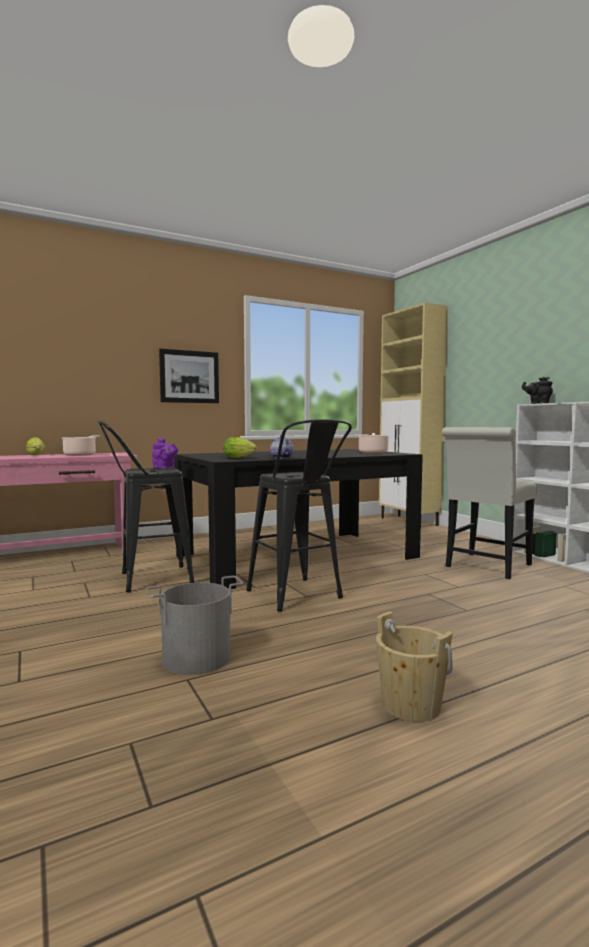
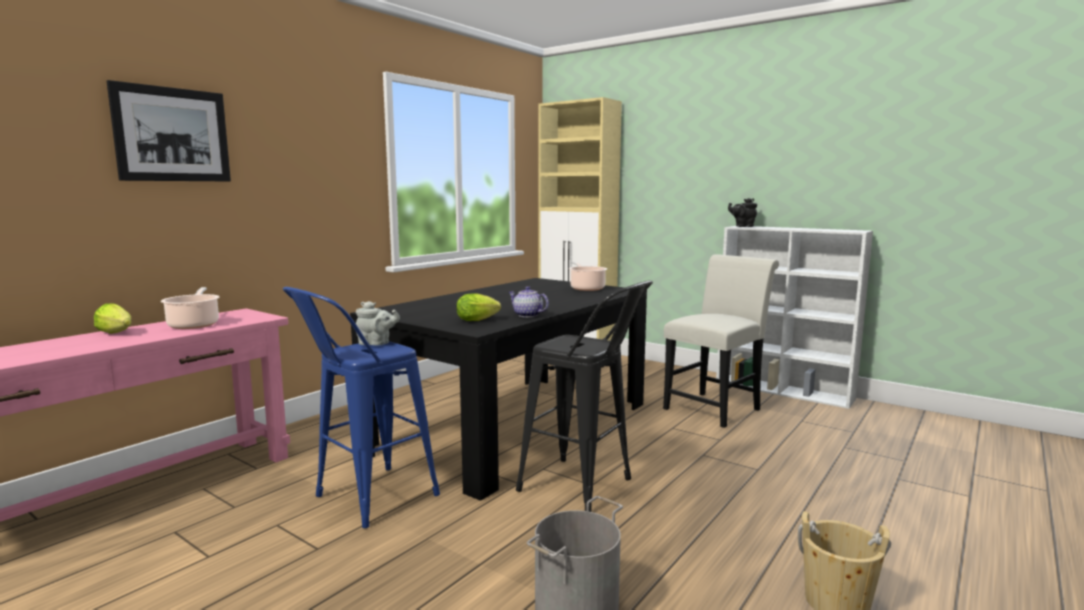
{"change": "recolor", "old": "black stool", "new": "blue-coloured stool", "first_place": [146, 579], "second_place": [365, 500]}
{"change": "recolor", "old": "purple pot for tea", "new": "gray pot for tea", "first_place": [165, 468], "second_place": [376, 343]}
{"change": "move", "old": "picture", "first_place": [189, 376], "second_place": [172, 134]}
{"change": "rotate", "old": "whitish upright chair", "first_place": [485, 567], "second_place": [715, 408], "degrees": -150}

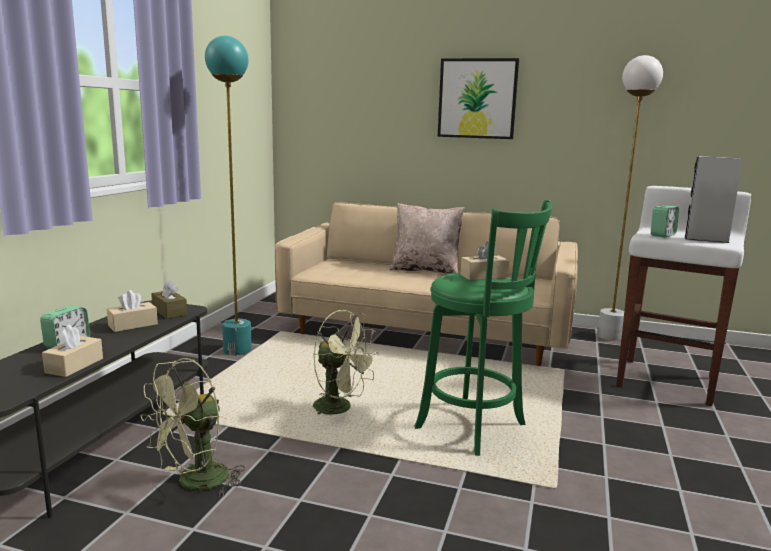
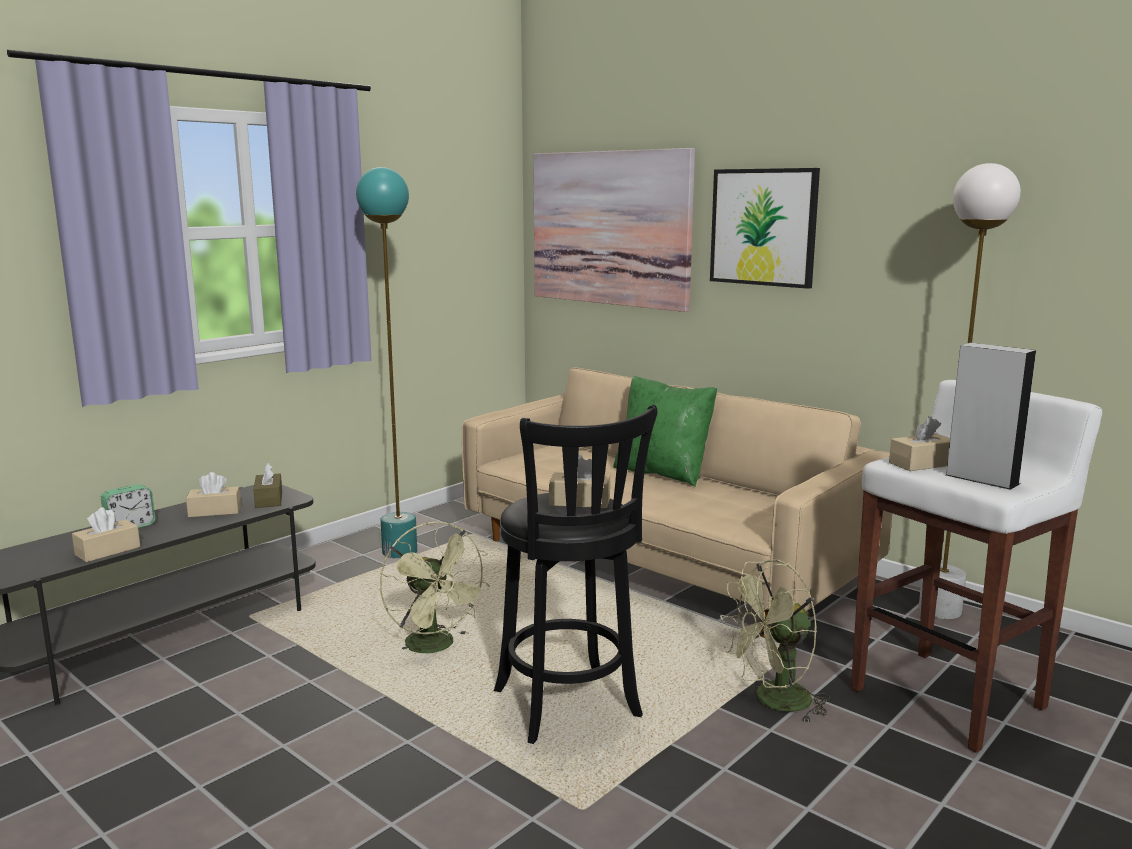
{"change": "move", "old": "greenish cooling fan", "first_place": [195, 483], "second_place": [773, 702]}
{"change": "recolor", "old": "beige-coloured cushion", "new": "greenish cushion", "first_place": [425, 270], "second_place": [663, 473]}
{"change": "recolor", "old": "greenish stool", "new": "black stool", "first_place": [475, 429], "second_place": [569, 708]}
{"change": "replace", "old": "alarm clock", "new": "beige-coloured tissue box", "first_place": [662, 235], "second_place": [922, 464]}
{"change": "insert", "new": "picture", "second_place": [610, 228]}

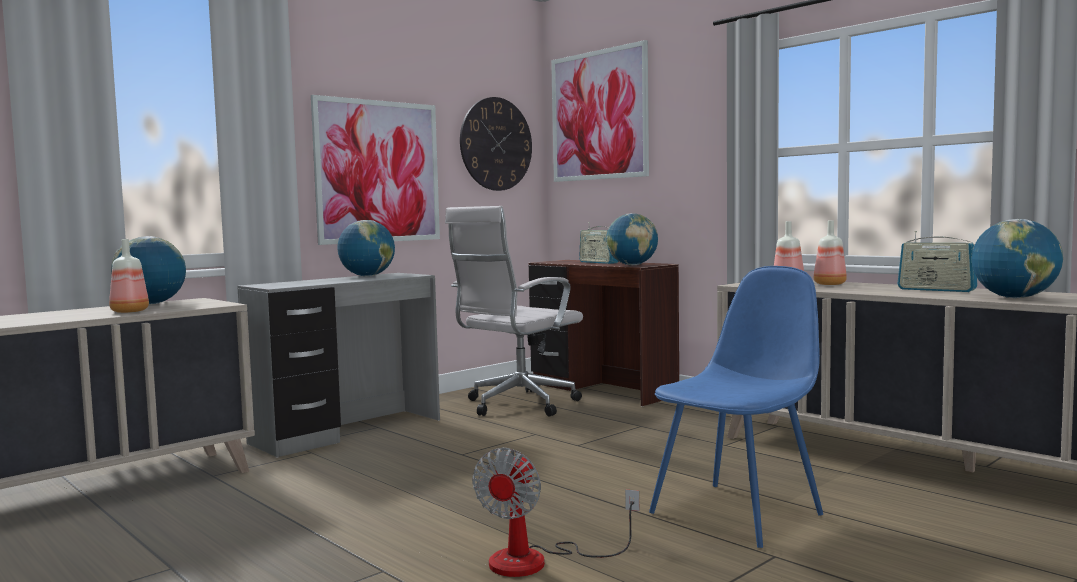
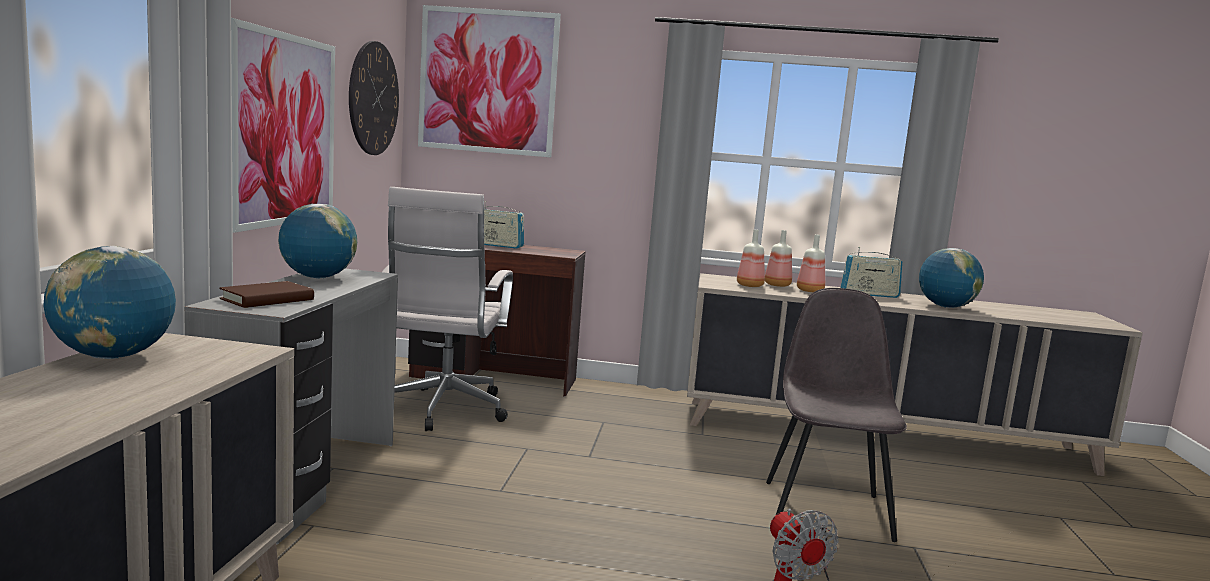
{"change": "move", "old": "bottle", "first_place": [129, 311], "second_place": [810, 291]}
{"change": "delete", "old": "world globe", "first_place": [632, 265]}
{"change": "recolor", "old": "blue-coloured upright chair", "new": "gray upright chair", "first_place": [738, 512], "second_place": [826, 508]}
{"change": "insert", "new": "brownish book", "second_place": [267, 299]}

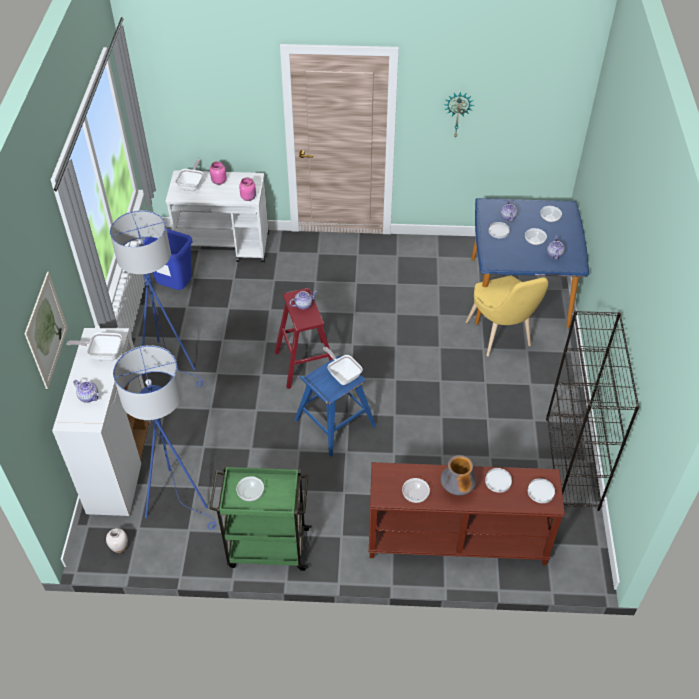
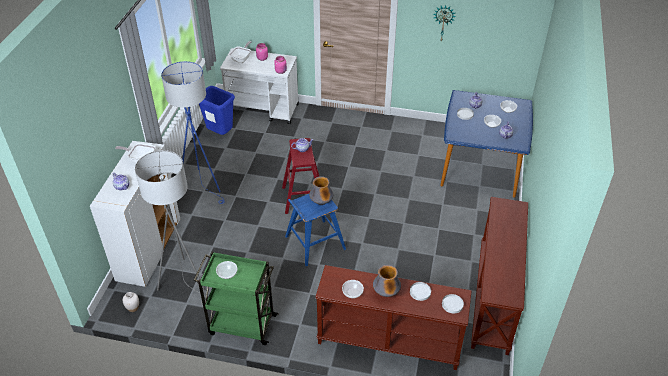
{"change": "delete", "old": "picture", "first_place": [46, 330]}
{"change": "recolor", "old": "blue-coloured standard lamp", "new": "gray standard lamp", "first_place": [179, 499], "second_place": [185, 280]}
{"change": "replace", "old": "pan", "new": "flower vase", "first_place": [342, 374], "second_place": [321, 202]}
{"change": "delete", "old": "yellow-coloured upright chair", "first_place": [500, 337]}
{"change": "replace", "old": "black bookshelf", "new": "brownish console table", "first_place": [572, 463], "second_place": [494, 297]}

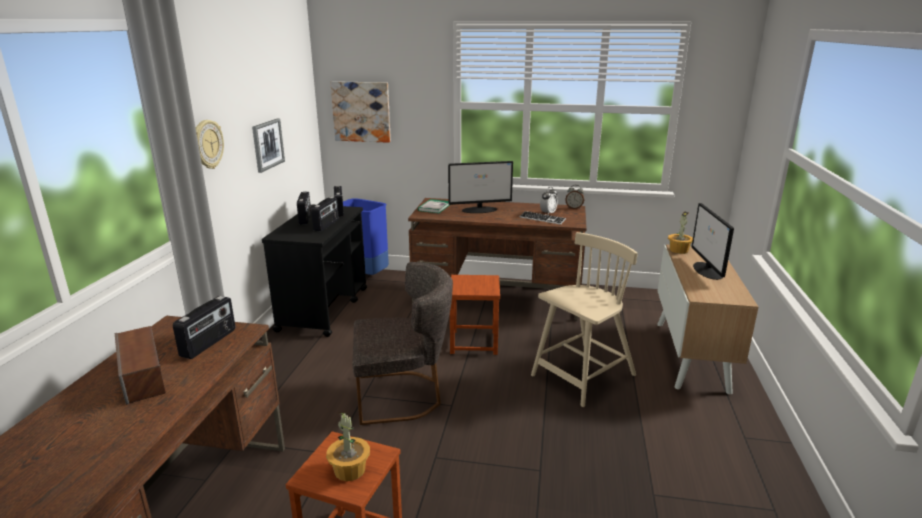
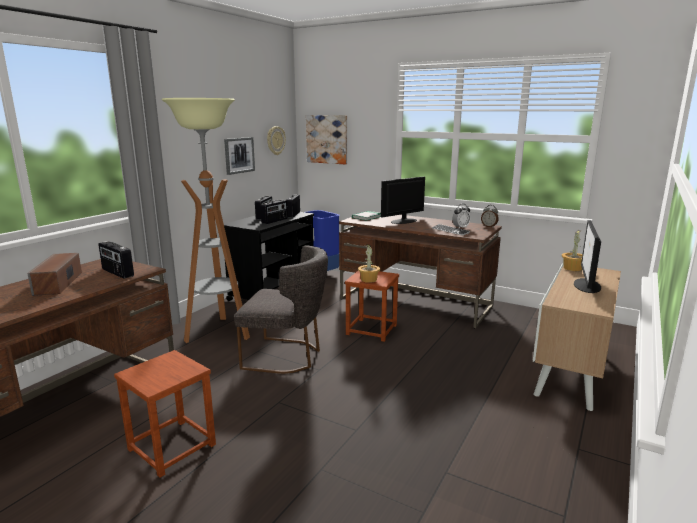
{"change": "rotate", "old": "radio", "first_place": [209, 343], "second_place": [117, 273], "degrees": 90}
{"change": "move", "old": "wall clock", "first_place": [207, 144], "second_place": [275, 140]}
{"change": "move", "old": "potted plant", "first_place": [349, 470], "second_place": [368, 280]}
{"change": "rotate", "old": "monitor", "first_place": [480, 210], "second_place": [403, 221], "degrees": 135}
{"change": "delete", "old": "beige-coloured upright chair", "first_place": [582, 376]}
{"change": "insert", "new": "standard lamp", "second_place": [219, 332]}

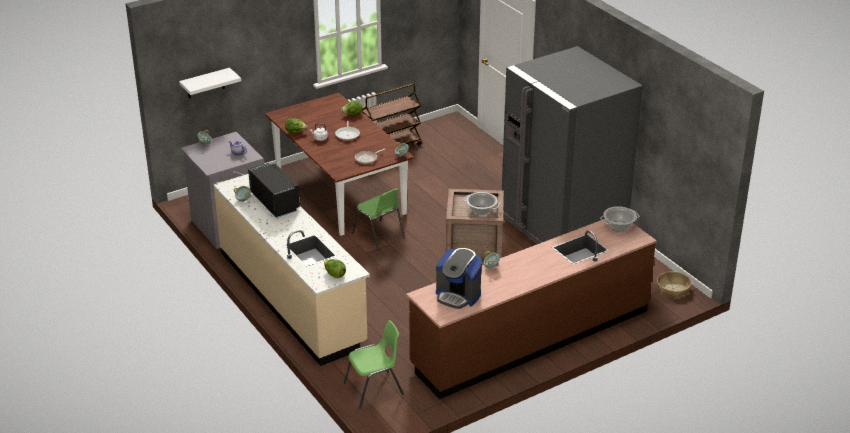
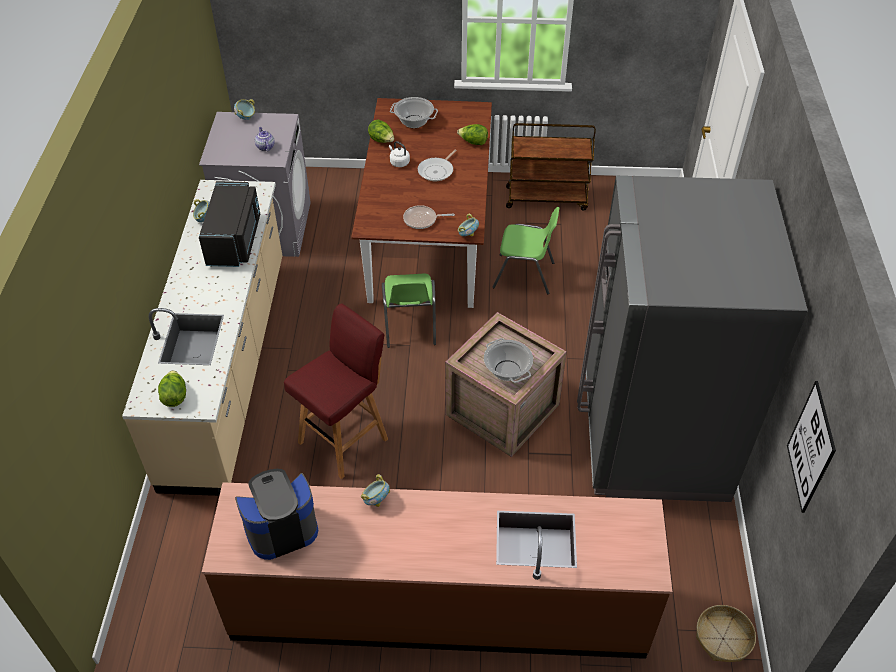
{"change": "delete", "old": "whitish wall shelf", "first_place": [205, 83]}
{"change": "move", "old": "greenish upright chair", "first_place": [374, 389], "second_place": [525, 275]}
{"change": "rotate", "old": "coffee machine", "first_place": [458, 295], "second_place": [281, 528], "degrees": 90}
{"change": "move", "old": "stockpot", "first_place": [618, 226], "second_place": [414, 122]}
{"change": "insert", "new": "red-coloured stool", "second_place": [345, 439]}
{"change": "insert", "new": "picture", "second_place": [810, 447]}

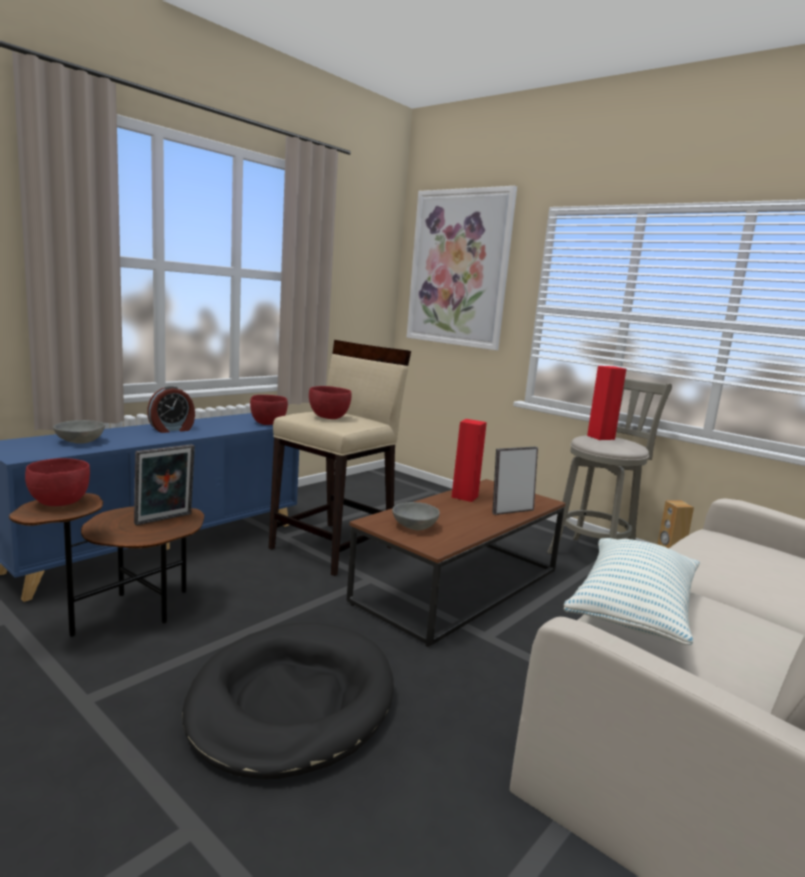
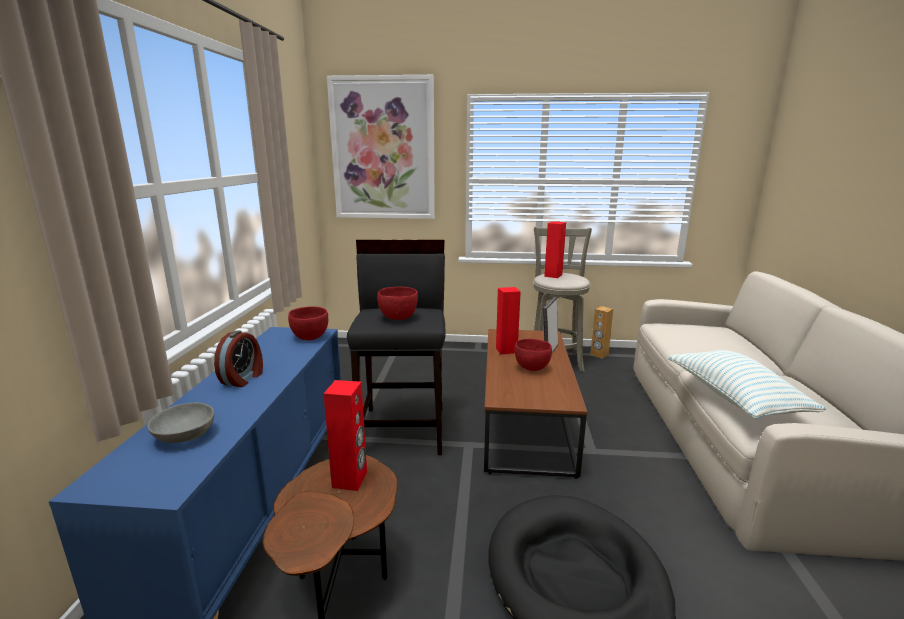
{"change": "move", "old": "red-coloured deep dish", "first_place": [59, 503], "second_place": [532, 368]}
{"change": "replace", "old": "picture frame", "new": "red-coloured speaker", "first_place": [165, 520], "second_place": [350, 480]}
{"change": "recolor", "old": "beige-coloured stool", "new": "black stool", "first_place": [333, 547], "second_place": [403, 429]}
{"change": "delete", "old": "gray deep dish", "first_place": [414, 526]}

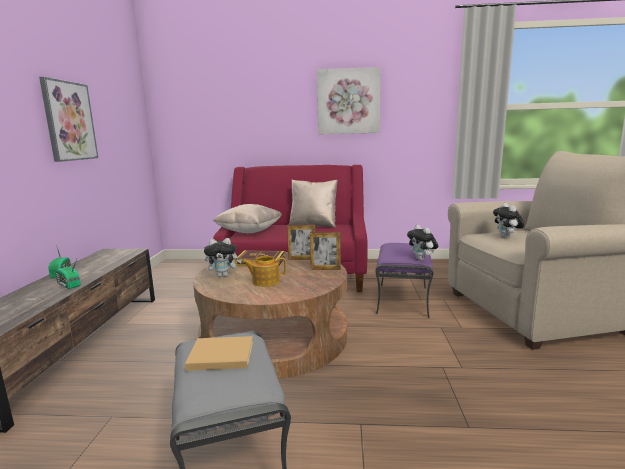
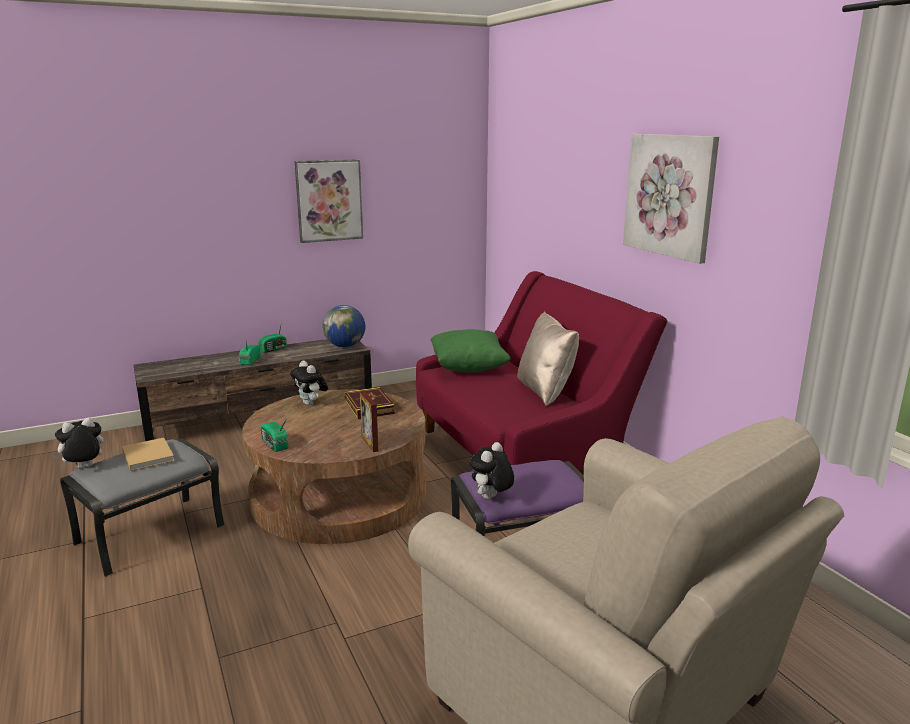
{"change": "recolor", "old": "beige-coloured cushion", "new": "greenish cushion", "first_place": [249, 231], "second_place": [468, 368]}
{"change": "delete", "old": "pot for tea", "first_place": [265, 281]}
{"change": "delete", "old": "picture frame", "first_place": [302, 259]}
{"change": "move", "old": "plush toy", "first_place": [506, 237], "second_place": [84, 468]}
{"change": "insert", "new": "radio", "second_place": [274, 445]}
{"change": "insert", "new": "world globe", "second_place": [345, 346]}

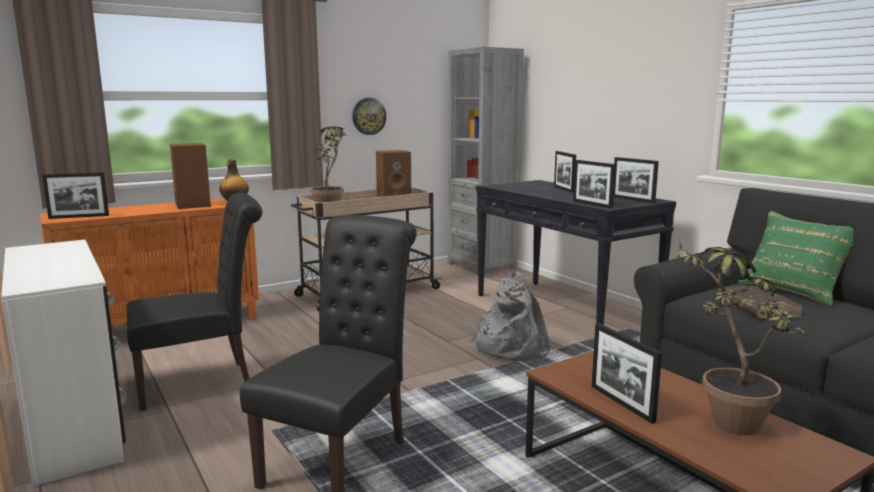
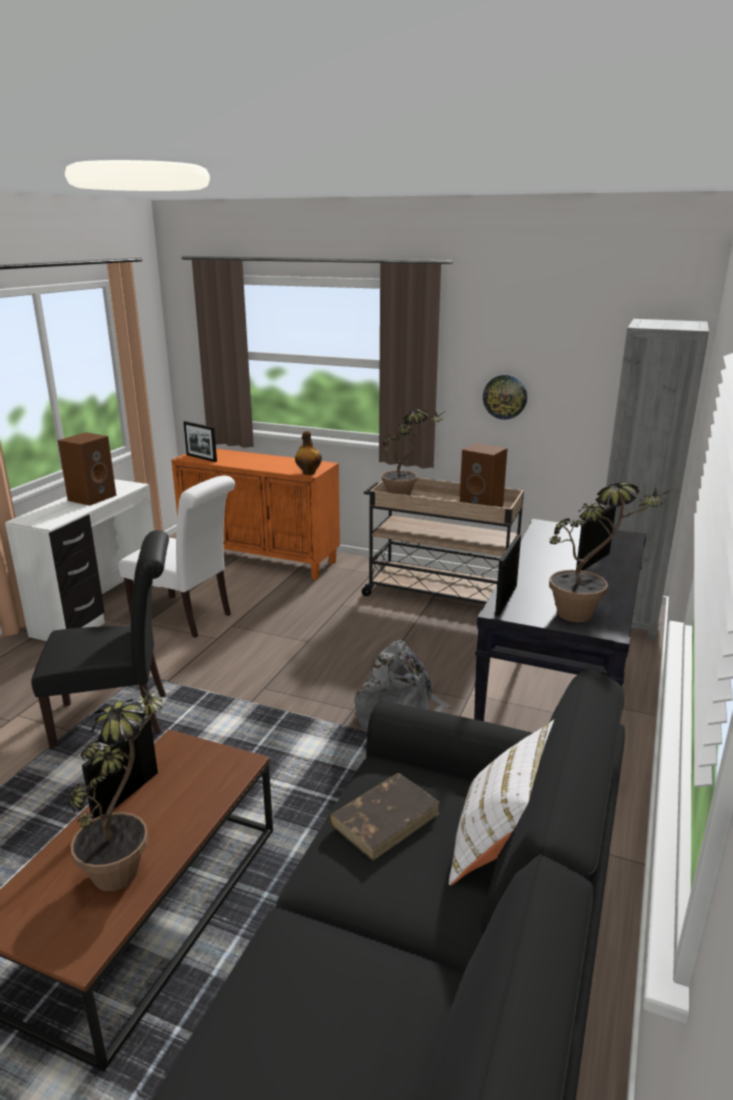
{"change": "recolor", "old": "black upright chair", "new": "whitish upright chair", "first_place": [203, 383], "second_place": [187, 617]}
{"change": "move", "old": "brownish speaker", "first_place": [191, 205], "second_place": [92, 497]}
{"change": "replace", "old": "picture frame", "new": "potted plant", "first_place": [633, 199], "second_place": [587, 615]}
{"change": "recolor", "old": "greenish cushion", "new": "whitish cushion", "first_place": [794, 291], "second_place": [500, 843]}

